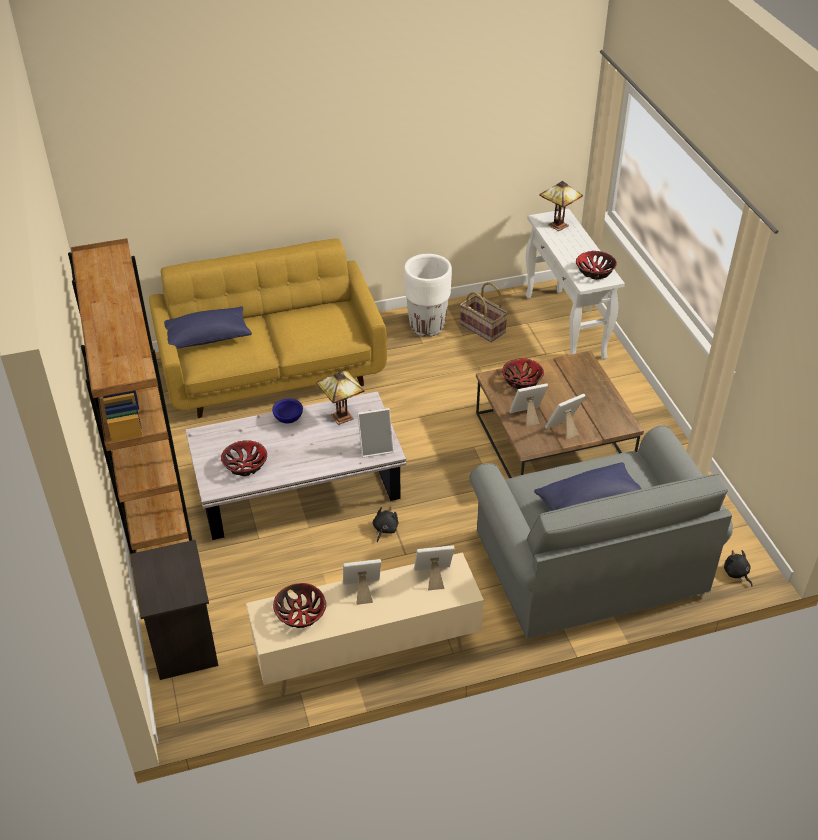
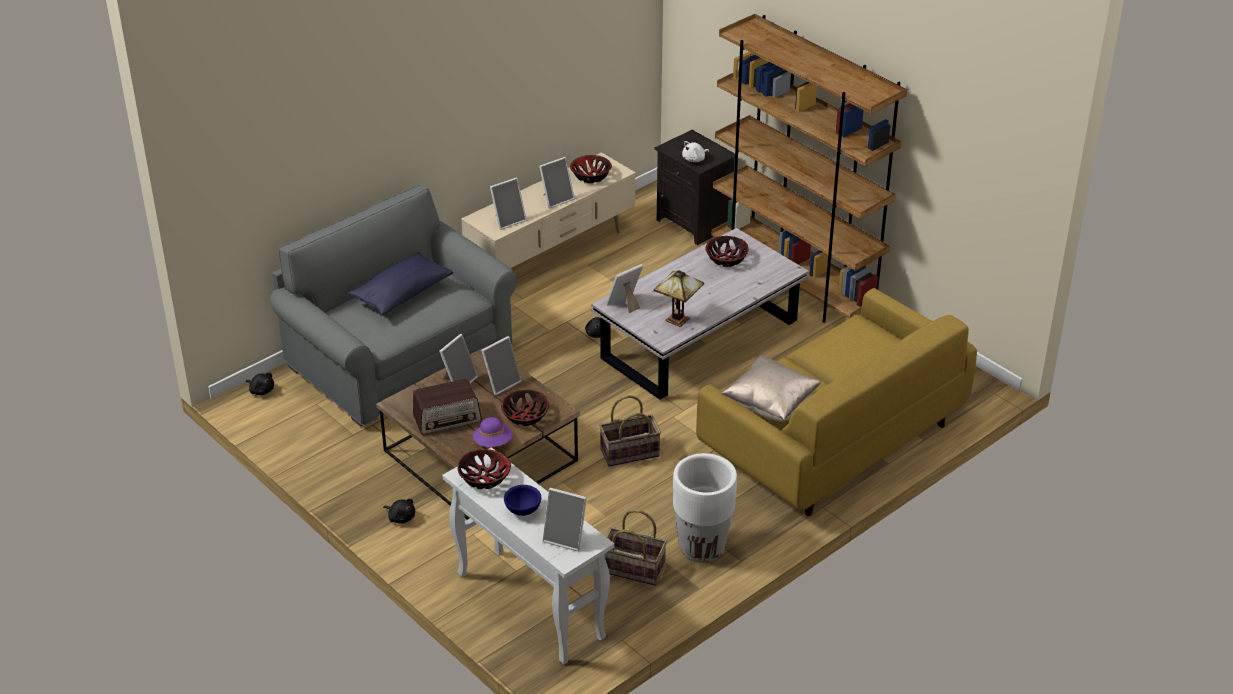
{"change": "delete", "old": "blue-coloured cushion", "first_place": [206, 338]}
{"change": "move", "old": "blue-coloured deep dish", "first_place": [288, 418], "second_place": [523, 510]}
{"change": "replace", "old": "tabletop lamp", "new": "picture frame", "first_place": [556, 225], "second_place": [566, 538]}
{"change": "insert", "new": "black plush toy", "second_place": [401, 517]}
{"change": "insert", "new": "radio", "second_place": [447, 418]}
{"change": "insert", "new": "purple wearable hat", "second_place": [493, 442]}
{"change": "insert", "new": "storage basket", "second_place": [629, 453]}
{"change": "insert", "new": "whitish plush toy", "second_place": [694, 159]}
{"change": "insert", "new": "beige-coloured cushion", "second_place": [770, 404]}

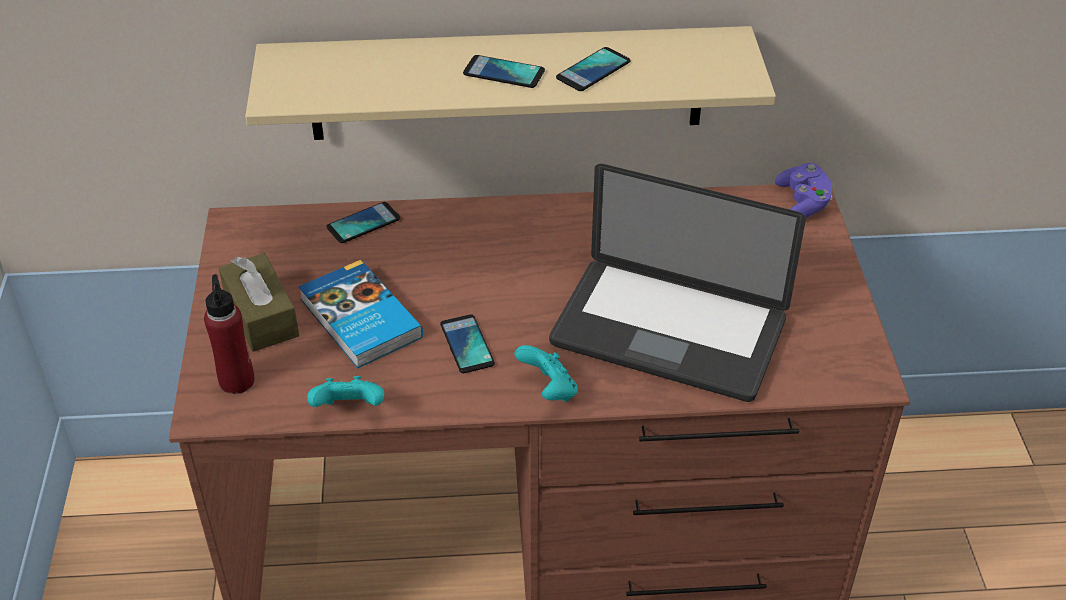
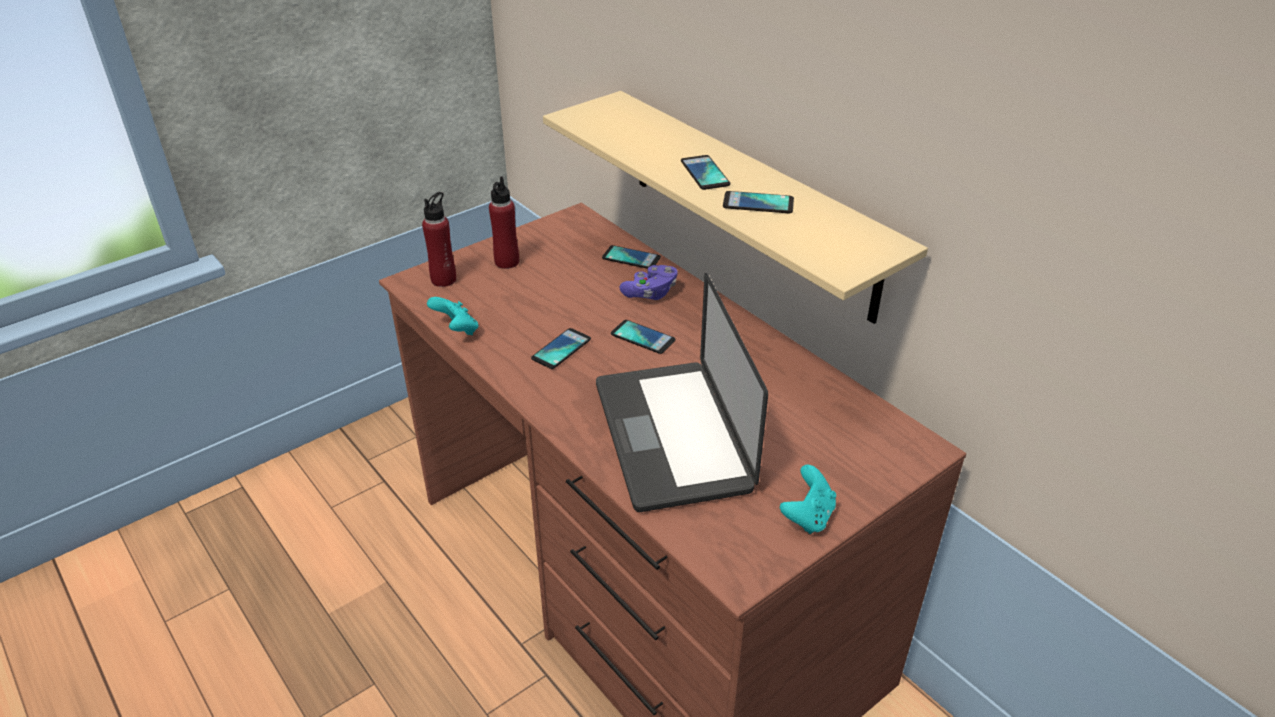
{"change": "replace", "old": "brownish tissue box", "new": "red-coloured bottle", "first_place": [261, 316], "second_place": [506, 262]}
{"change": "delete", "old": "book", "first_place": [359, 320]}
{"change": "move", "old": "turquoise joypad", "first_place": [548, 390], "second_place": [808, 516]}
{"change": "move", "old": "purple joypad", "first_place": [802, 203], "second_place": [650, 293]}
{"change": "insert", "new": "phone", "second_place": [642, 337]}

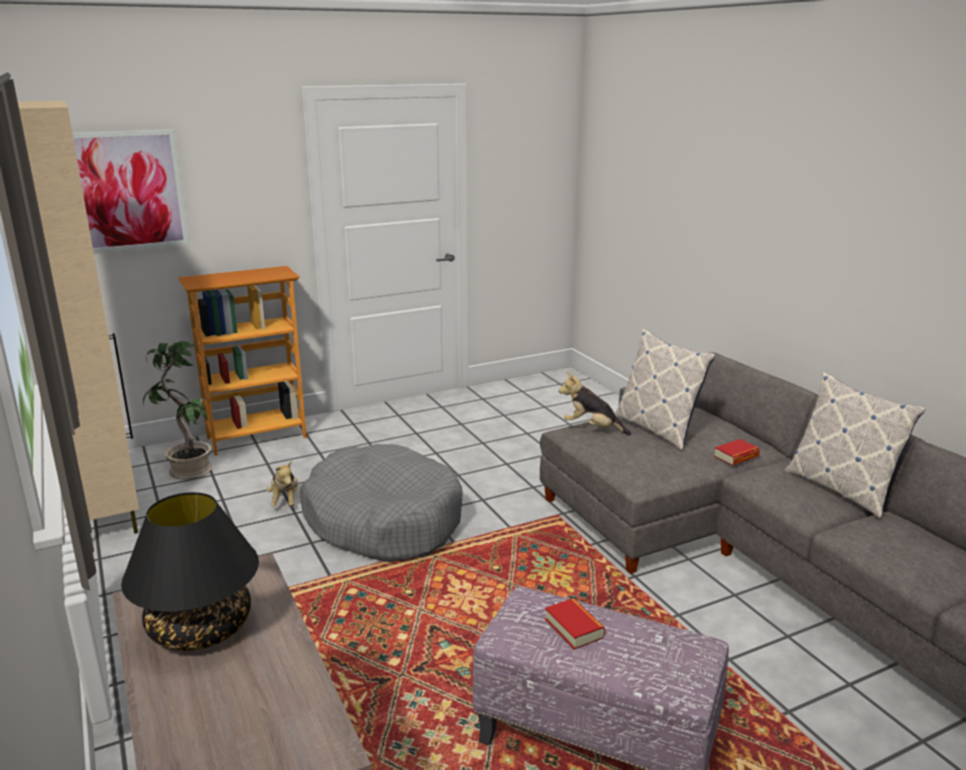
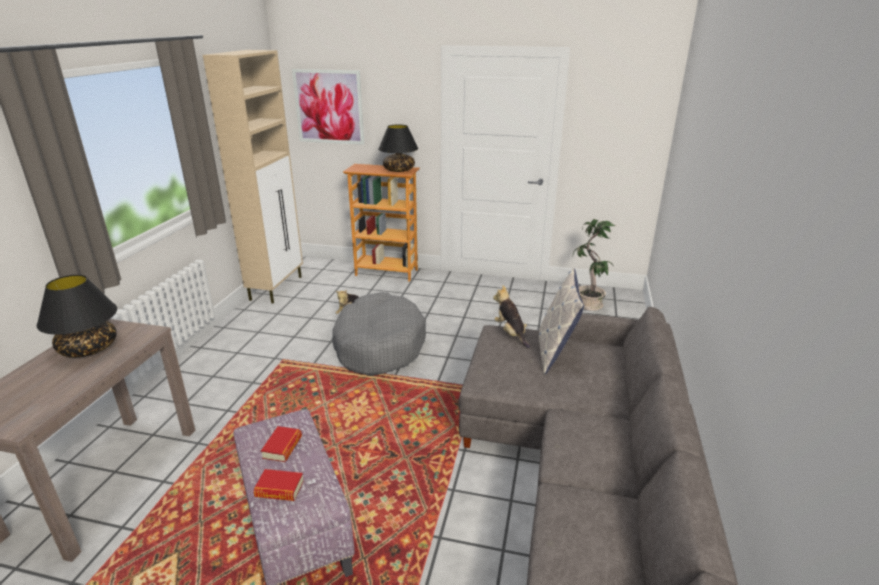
{"change": "move", "old": "potted plant", "first_place": [188, 470], "second_place": [587, 304]}
{"change": "move", "old": "book", "first_place": [736, 456], "second_place": [279, 489]}
{"change": "delete", "old": "cushion", "first_place": [841, 489]}
{"change": "insert", "new": "black tabletop lamp", "second_place": [399, 170]}

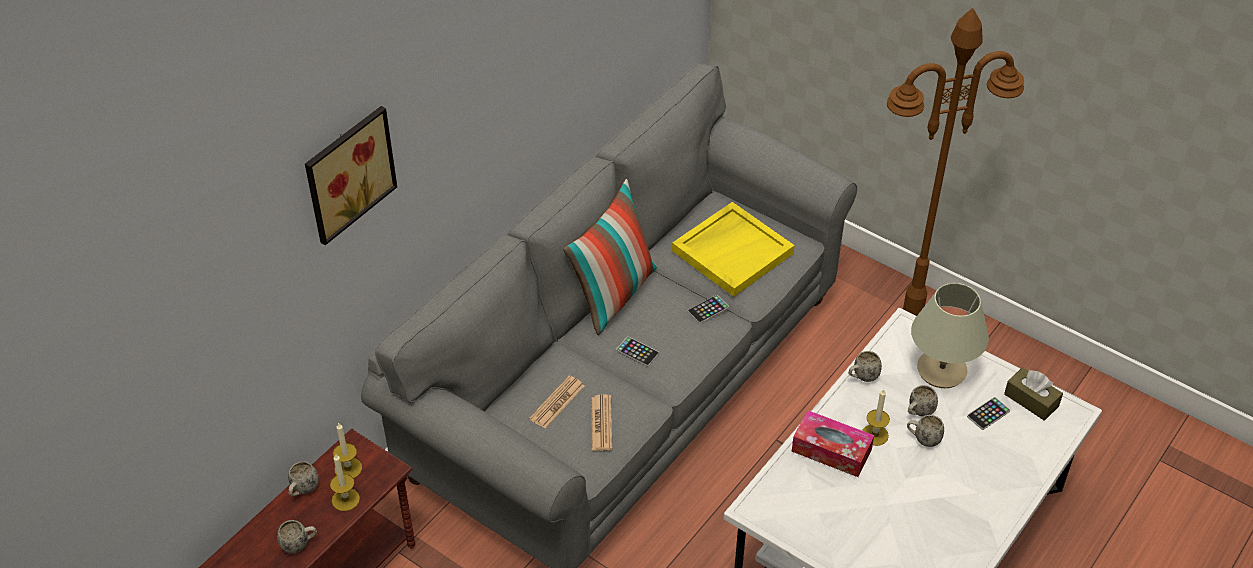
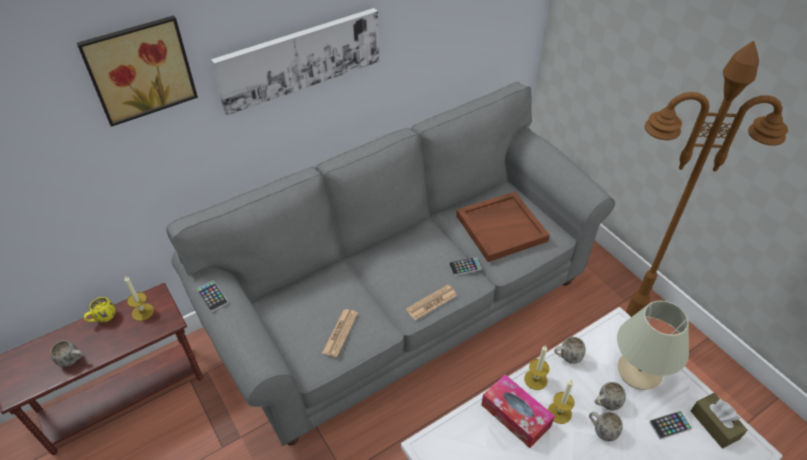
{"change": "recolor", "old": "whitish tea mug", "new": "yellow-coloured tea mug", "first_place": [303, 490], "second_place": [103, 319]}
{"change": "move", "old": "candle", "first_place": [345, 499], "second_place": [535, 379]}
{"change": "move", "old": "printed paper", "first_place": [557, 402], "second_place": [431, 302]}
{"change": "delete", "old": "cushion", "first_place": [613, 294]}
{"change": "move", "old": "phone", "first_place": [637, 352], "second_place": [212, 296]}
{"change": "recolor", "old": "yellow-coloured serving tray", "new": "brownish serving tray", "first_place": [732, 251], "second_place": [501, 227]}
{"change": "insert", "new": "picture", "second_place": [300, 58]}

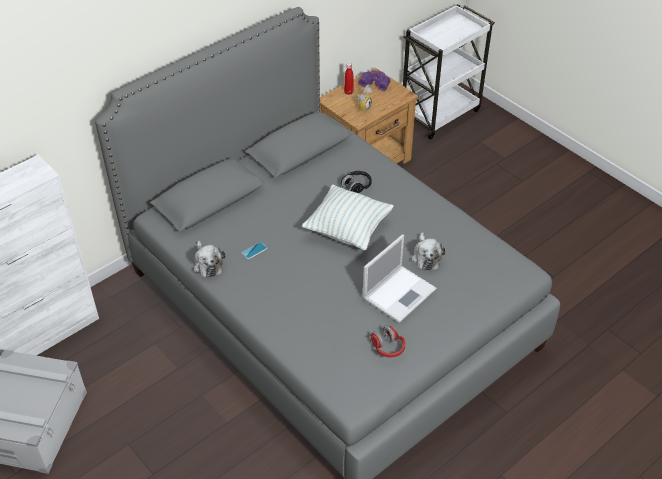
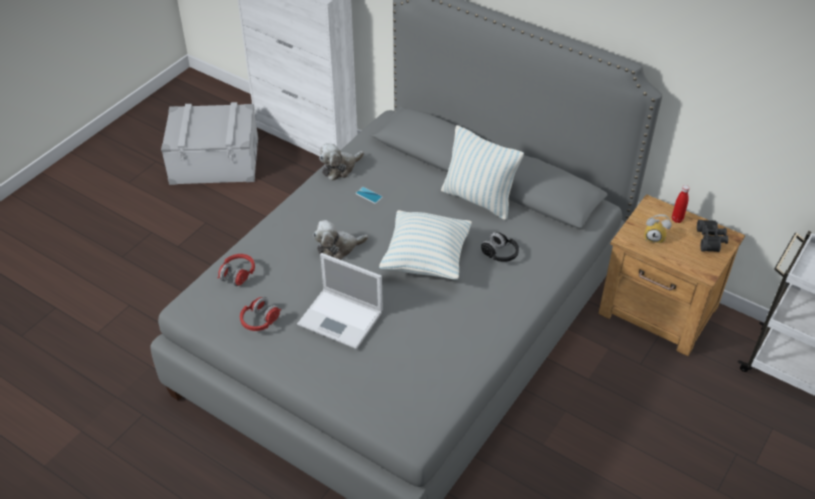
{"change": "recolor", "old": "purple field glasses", "new": "black field glasses", "first_place": [375, 83], "second_place": [711, 240]}
{"change": "move", "old": "plush toy", "first_place": [426, 257], "second_place": [338, 248]}
{"change": "insert", "new": "red-coloured pair of headphones", "second_place": [238, 275]}
{"change": "insert", "new": "cushion", "second_place": [478, 199]}

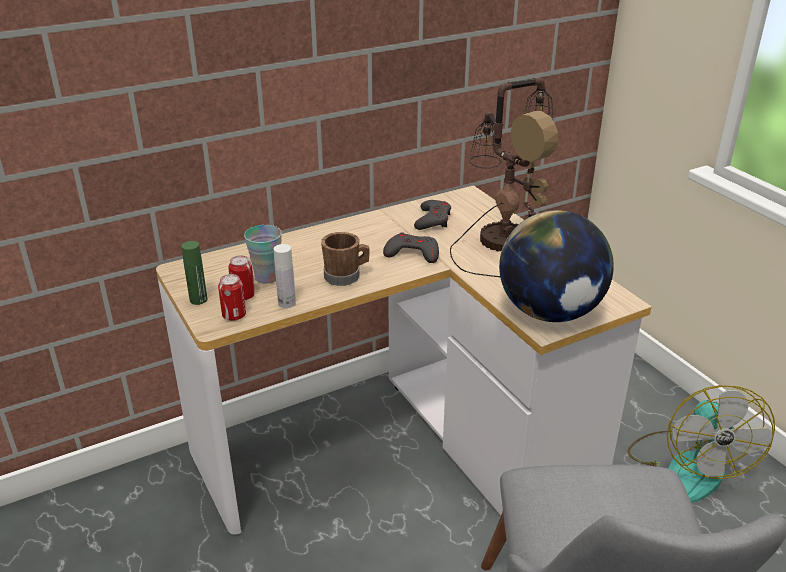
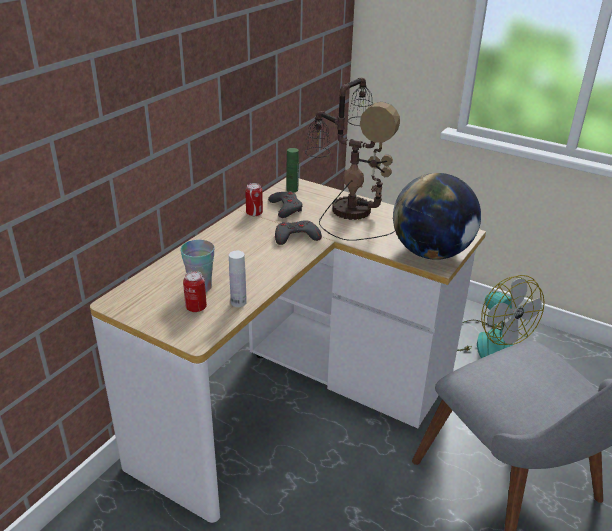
{"change": "move", "old": "greenish bottle", "first_place": [198, 300], "second_place": [292, 189]}
{"change": "move", "old": "can", "first_place": [234, 315], "second_place": [254, 213]}
{"change": "delete", "old": "brownish tea mug", "first_place": [346, 276]}

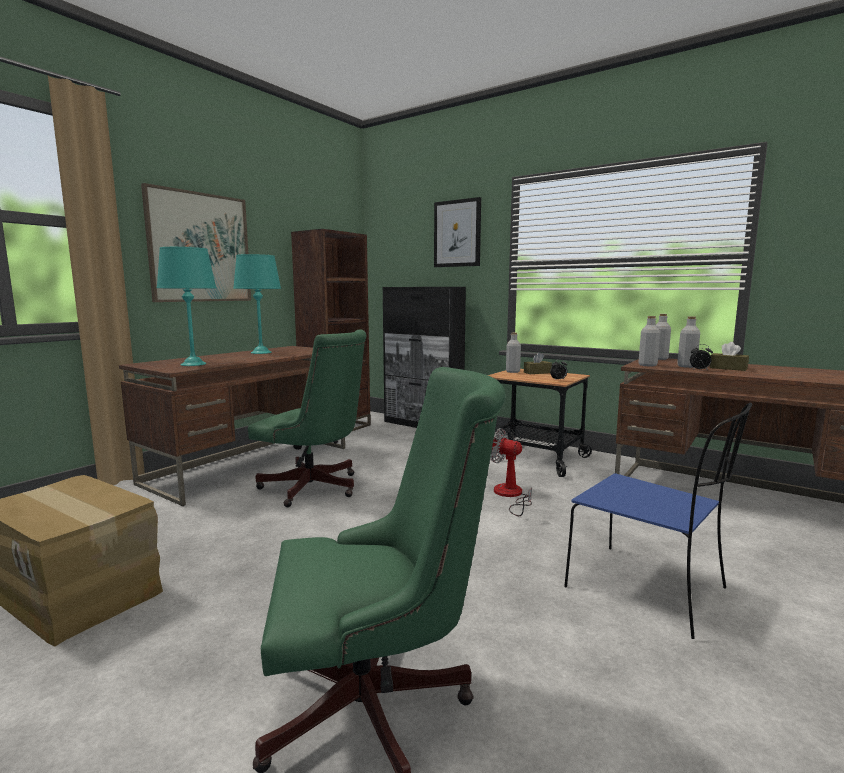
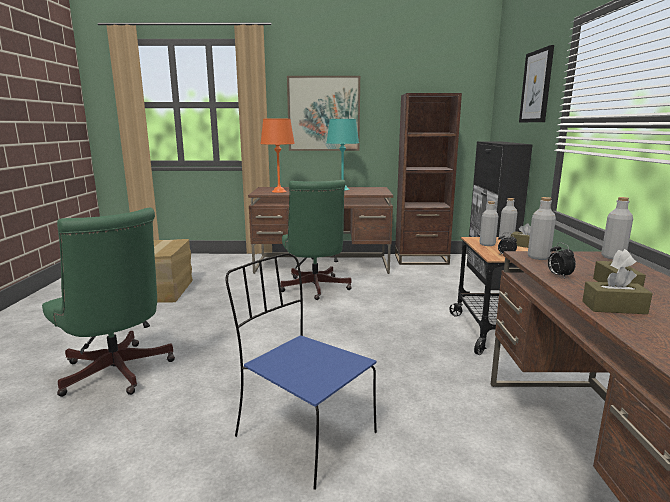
{"change": "recolor", "old": "turquoise tabletop lamp", "new": "orangey tabletop lamp", "first_place": [193, 364], "second_place": [279, 191]}
{"change": "delete", "old": "cooling fan", "first_place": [510, 496]}
{"change": "rotate", "old": "blue-coloured upright chair", "first_place": [649, 589], "second_place": [303, 433], "degrees": 120}
{"change": "move", "old": "gray bottle", "first_place": [686, 366], "second_place": [487, 244]}
{"change": "insert", "new": "brownish tissue box", "second_place": [614, 307]}

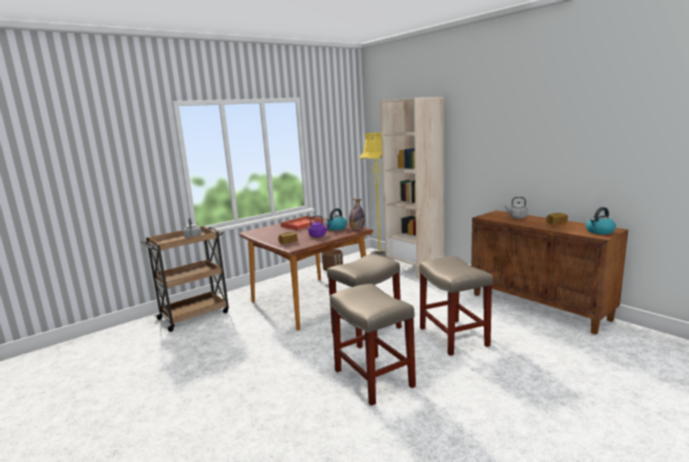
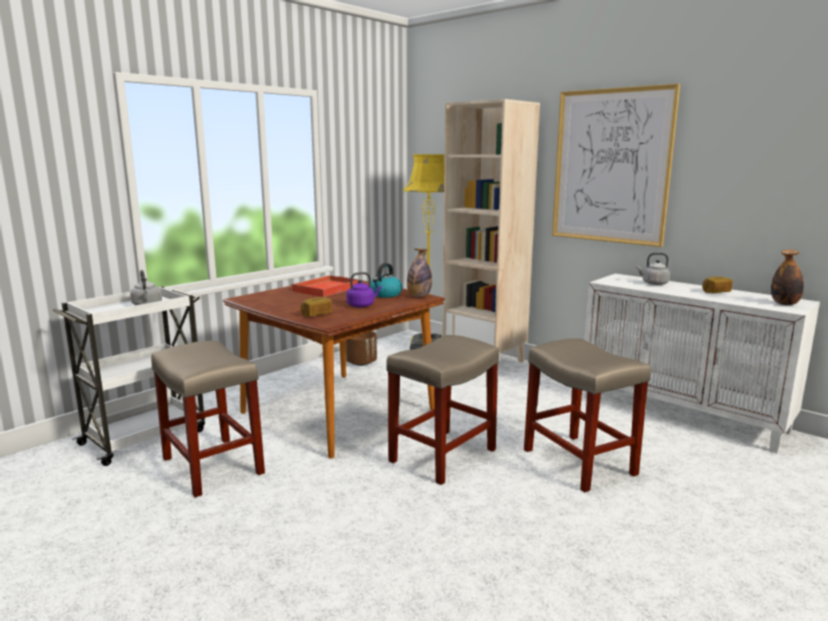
{"change": "recolor", "old": "brownish cart", "new": "whitish cart", "first_place": [195, 315], "second_place": [146, 436]}
{"change": "move", "old": "beige-coloured stool", "first_place": [372, 378], "second_place": [211, 465]}
{"change": "recolor", "old": "brownish cupboard", "new": "whitish cupboard", "first_place": [539, 306], "second_place": [683, 414]}
{"change": "replace", "old": "water kettle", "new": "bottle", "first_place": [599, 231], "second_place": [784, 304]}
{"change": "insert", "new": "picture", "second_place": [611, 166]}

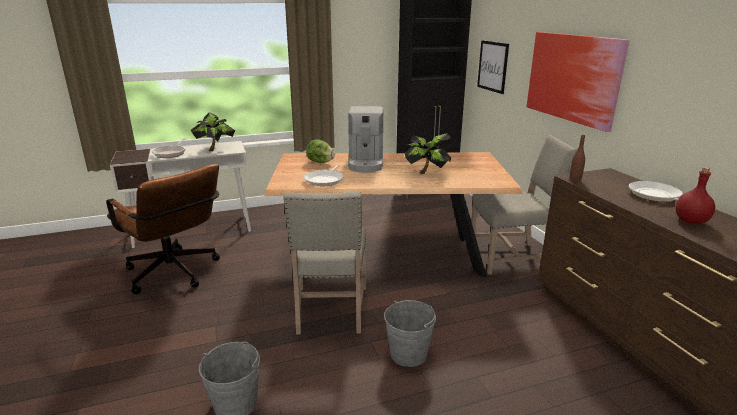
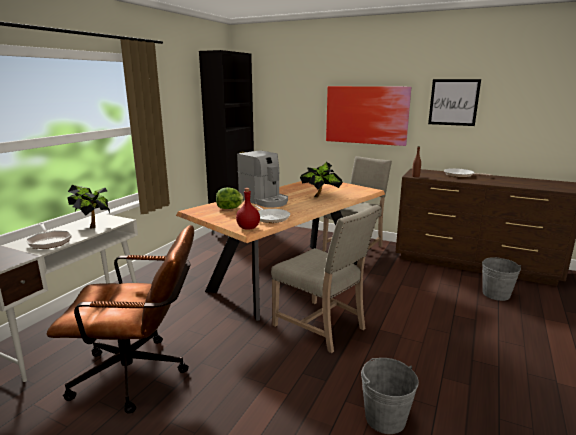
{"change": "move", "old": "gray bucket", "first_place": [408, 354], "second_place": [496, 294]}
{"change": "move", "old": "picture", "first_place": [492, 66], "second_place": [453, 102]}
{"change": "move", "old": "red-coloured bottle", "first_place": [690, 221], "second_place": [247, 228]}

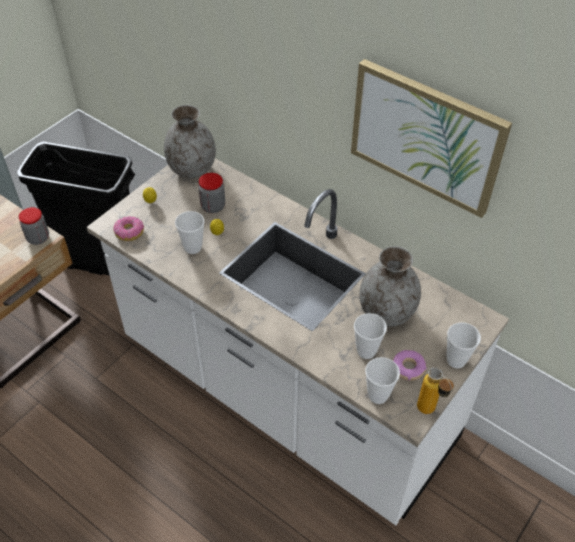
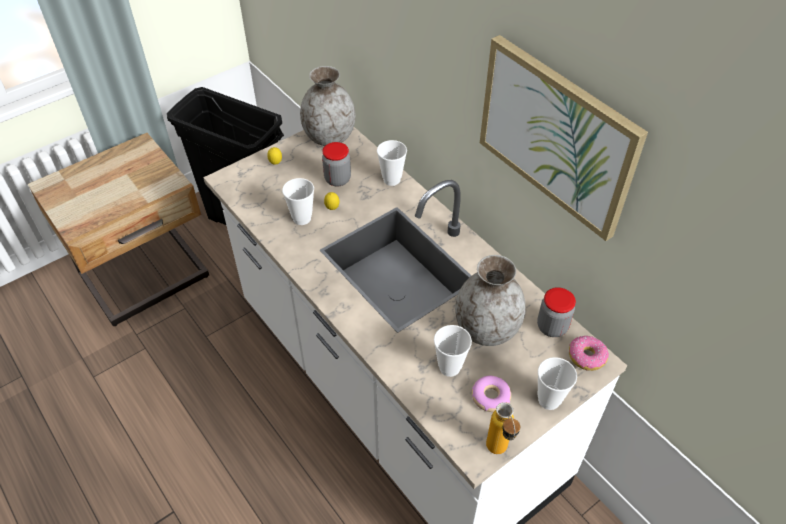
{"change": "move", "old": "preserve jar", "first_place": [38, 238], "second_place": [552, 327]}
{"change": "move", "old": "ring doughnut", "first_place": [129, 232], "second_place": [587, 357]}
{"change": "move", "old": "cup", "first_place": [378, 395], "second_place": [391, 179]}

